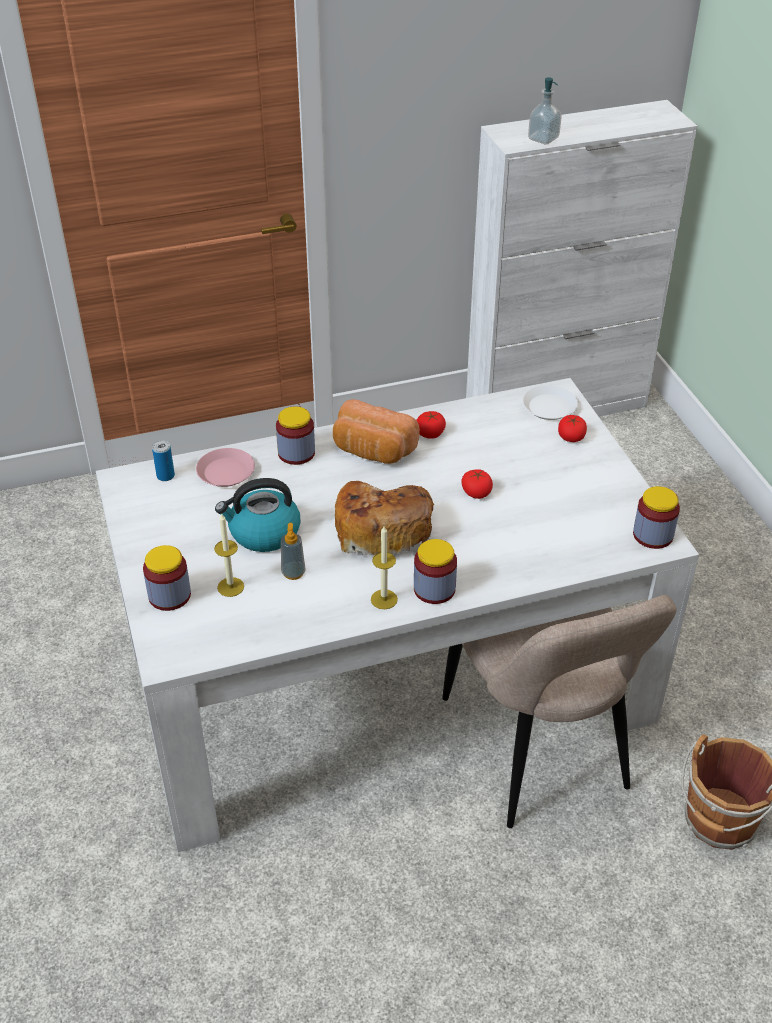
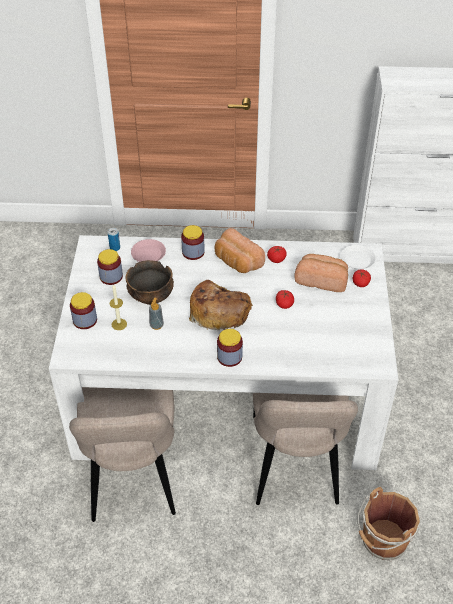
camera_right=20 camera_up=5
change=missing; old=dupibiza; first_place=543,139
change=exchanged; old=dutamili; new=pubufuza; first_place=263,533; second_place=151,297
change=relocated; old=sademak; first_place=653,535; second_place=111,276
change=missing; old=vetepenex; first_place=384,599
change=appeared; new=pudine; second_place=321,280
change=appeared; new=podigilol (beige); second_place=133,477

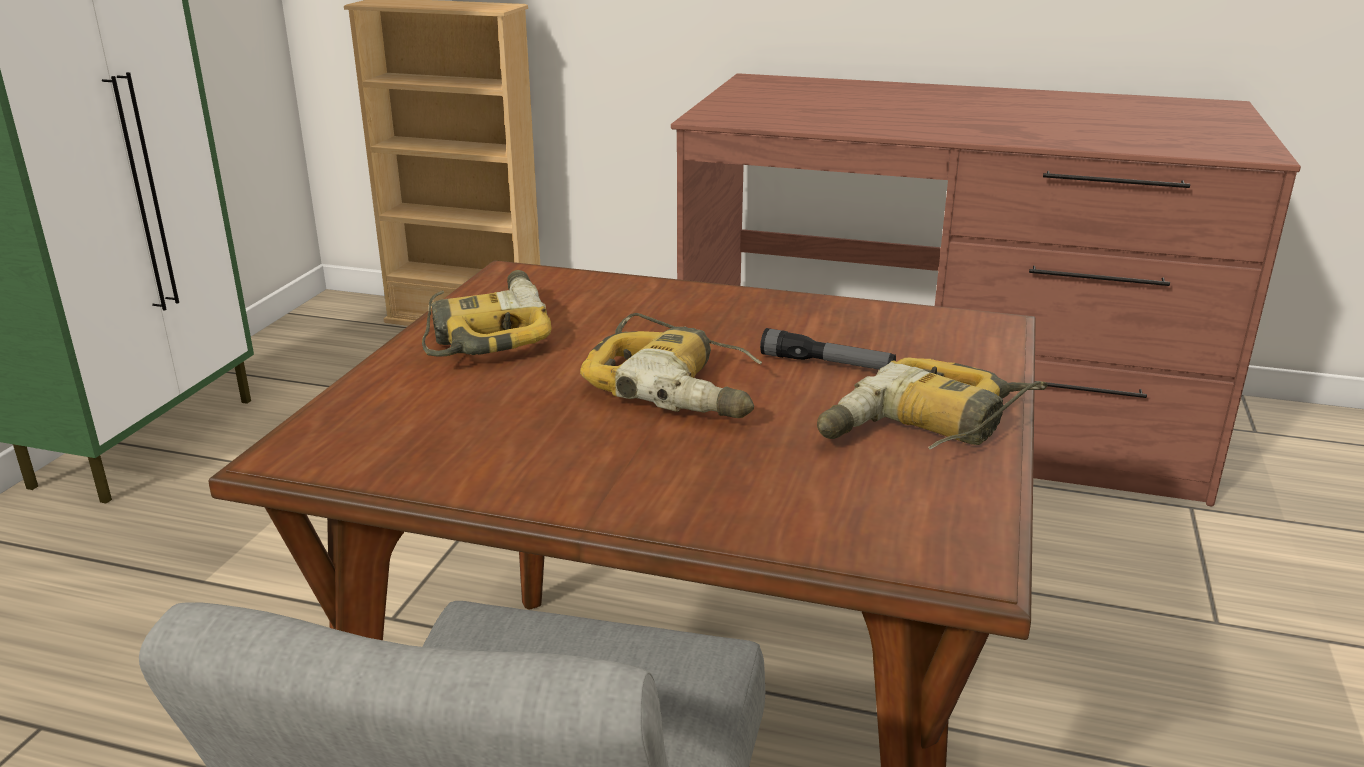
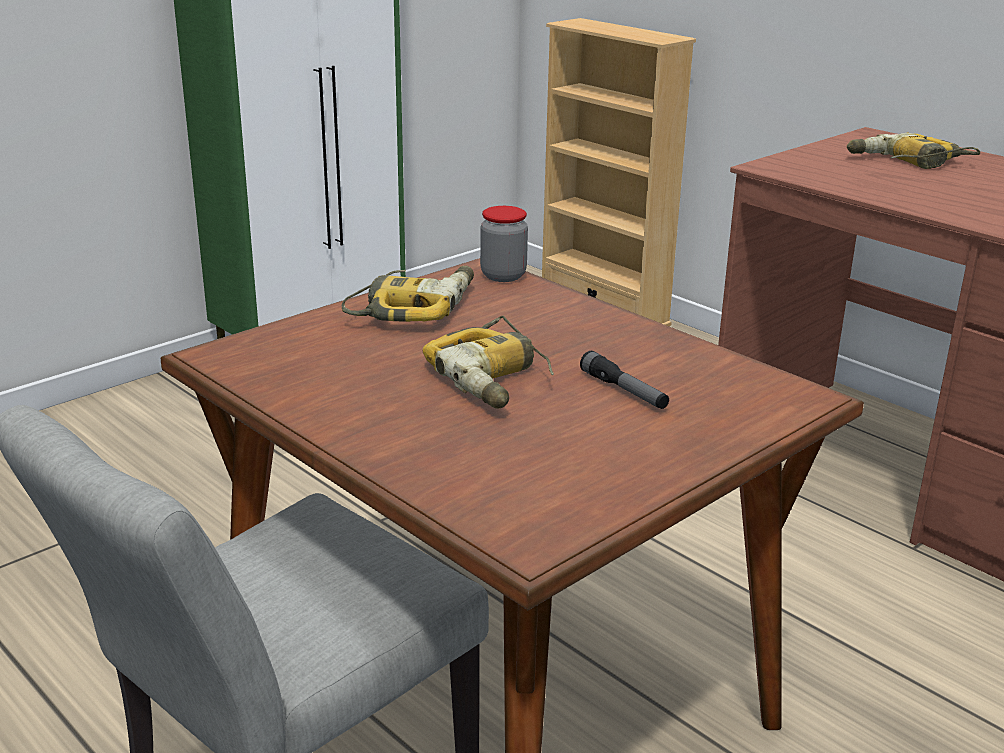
camera_right=30 camera_up=0
change=relocated; old=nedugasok; first_place=927,429; second_place=908,162
change=appeared; new=sademak; second_place=503,276

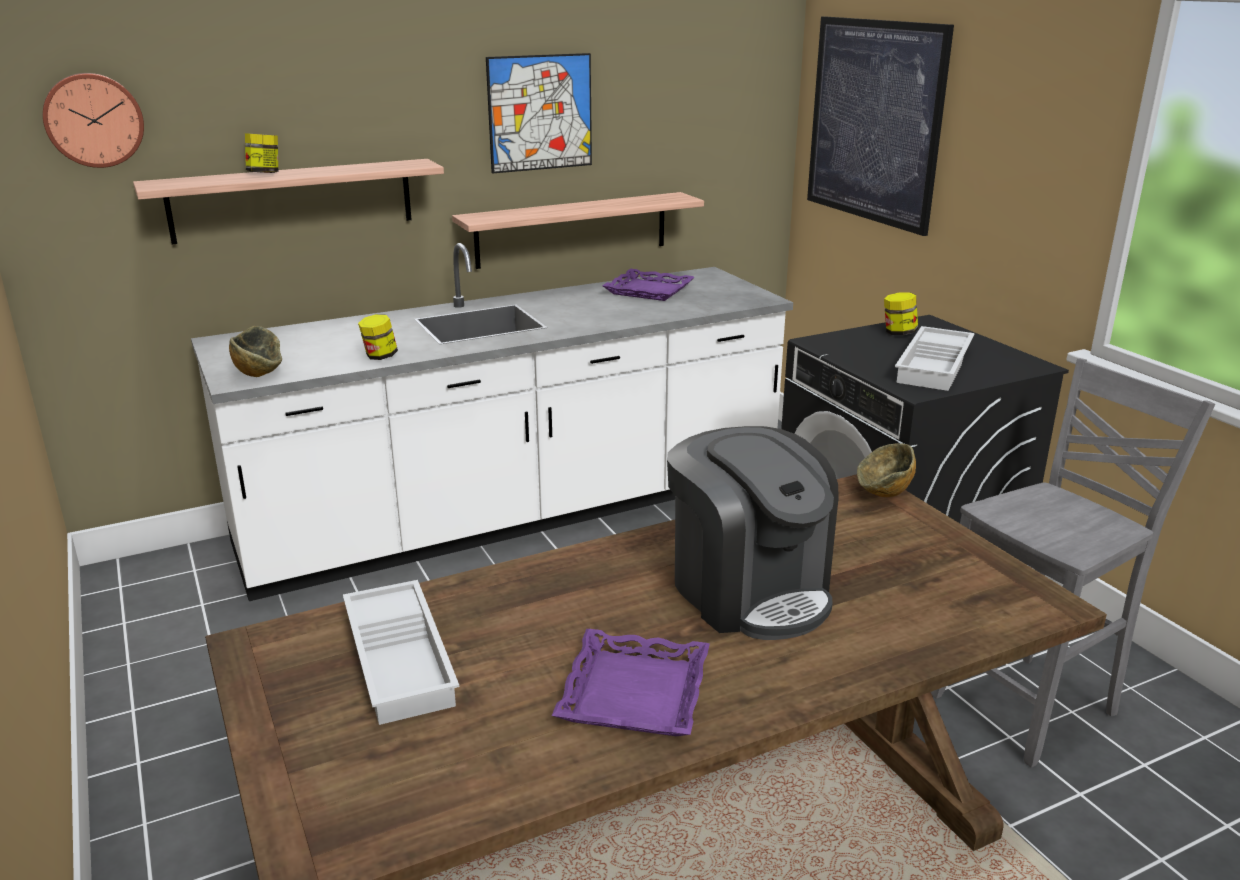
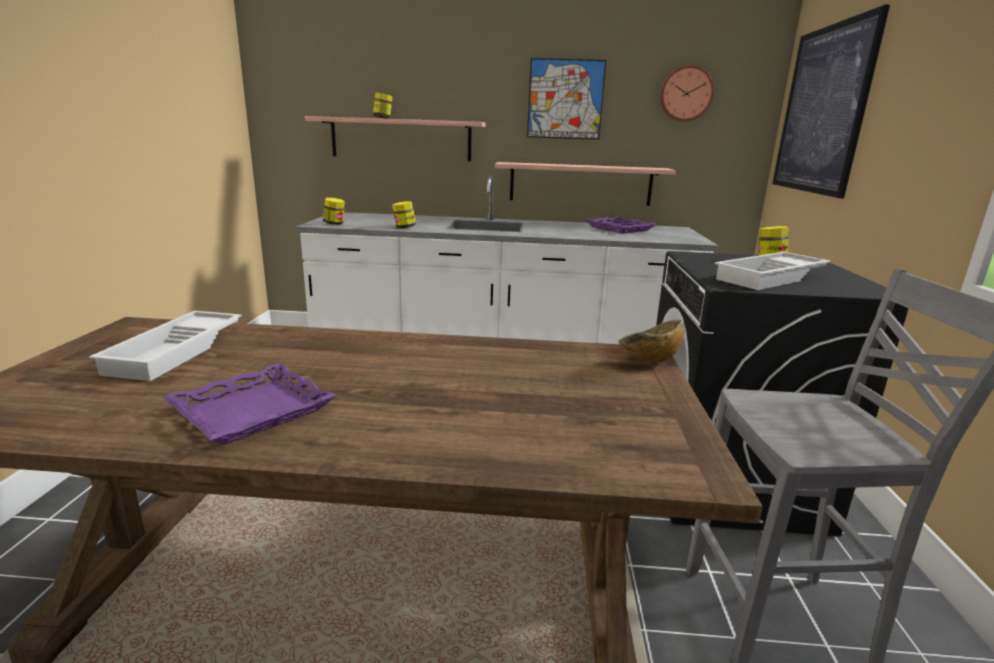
camera_right=30 camera_up=-5
change=relocated; old=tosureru; first_place=94,120; second_place=685,94
change=exchanged; old=pubufuza; new=sademak; first_place=260,373; second_place=334,224
change=missing; old=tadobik; first_place=749,590

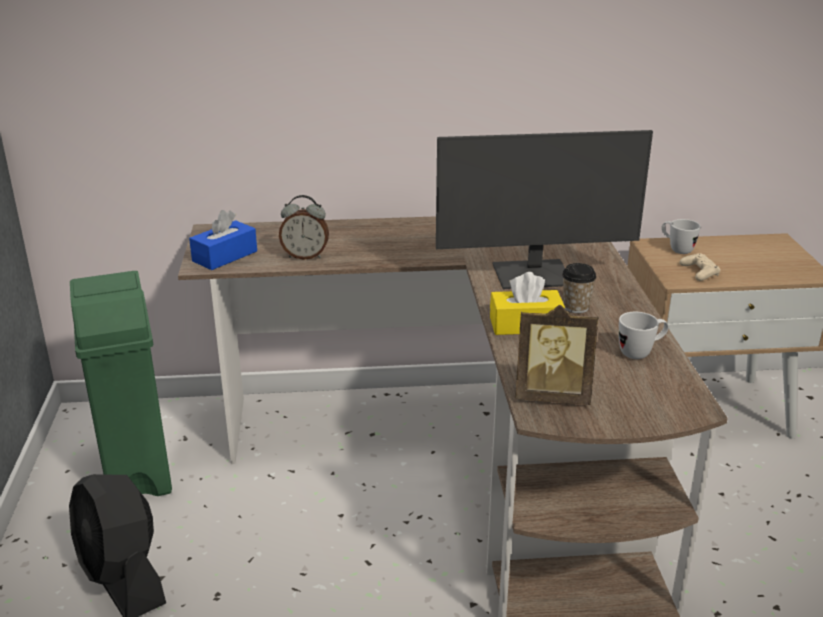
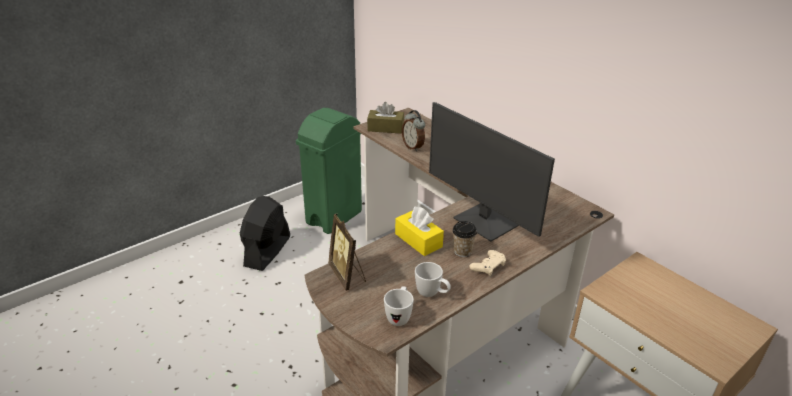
camera_right=55 camera_up=5
change=colour; old=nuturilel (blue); new=nuturilel (brown); first_place=225,256; second_place=385,128
change=relocated; old=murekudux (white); first_place=676,249; second_place=399,316
change=relocated; old=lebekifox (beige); first_place=699,272; second_place=488,266

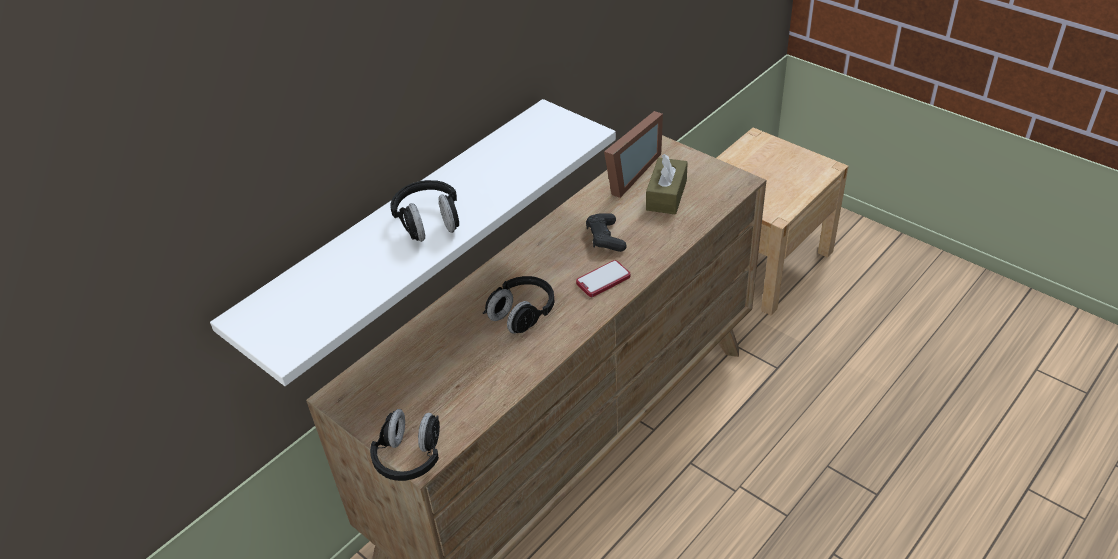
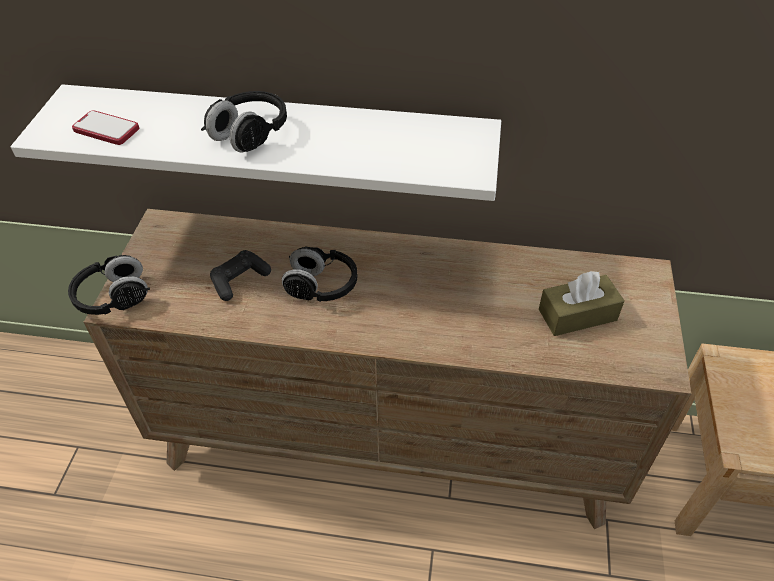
camera_right=55 camera_up=5
change=missing; old=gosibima; first_place=626,173
change=relocated; old=lebekifox (black); first_place=605,238; second_place=239,280
change=relocated; old=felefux; first_place=603,280; second_place=106,129

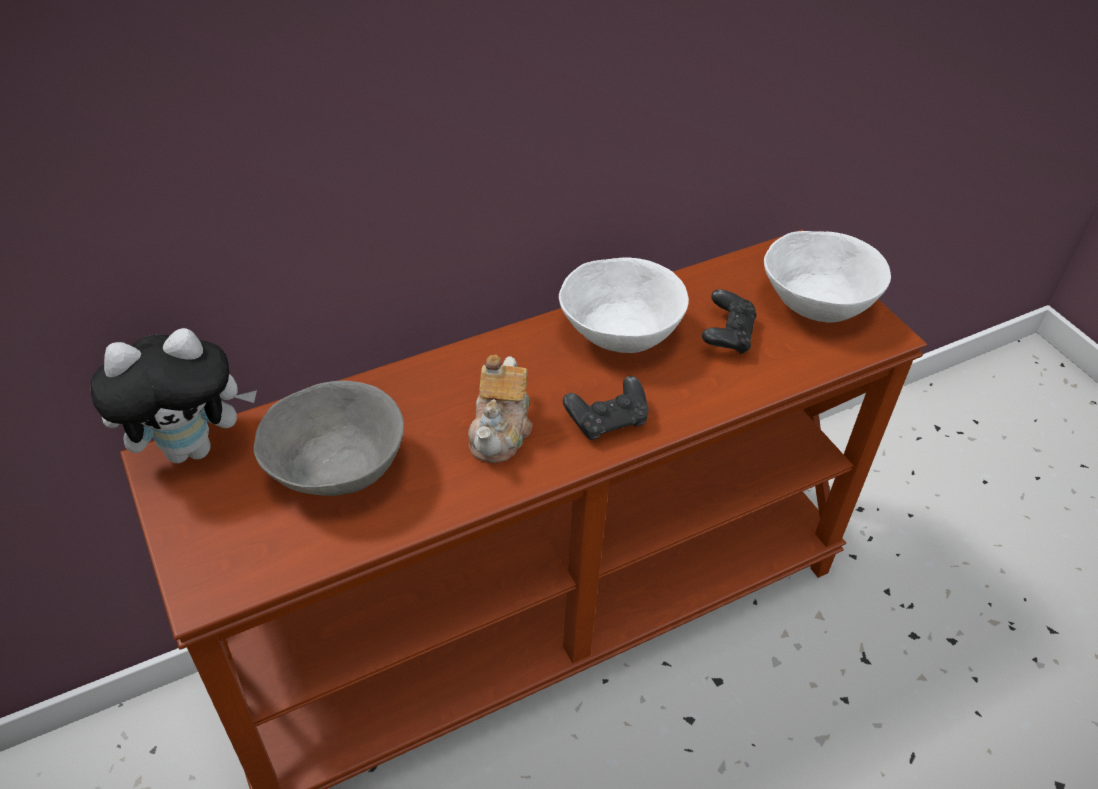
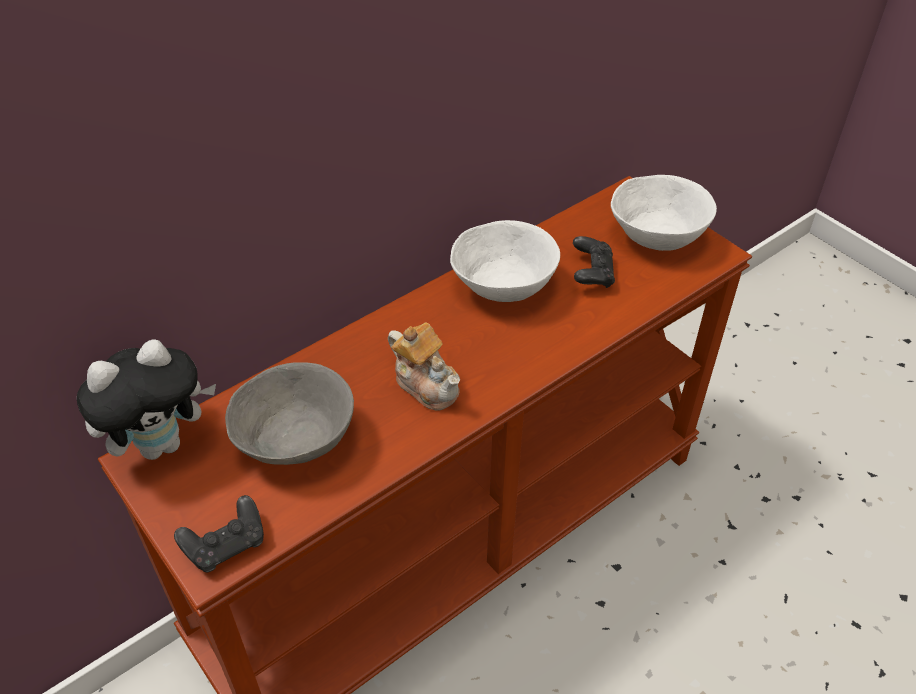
camera_right=-10 camera_up=0
change=spun; old=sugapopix; first_place=501,430; second_place=426,384; degrees=-45
change=relocated; old=lebekifox (black); first_place=607,421; second_place=226,545

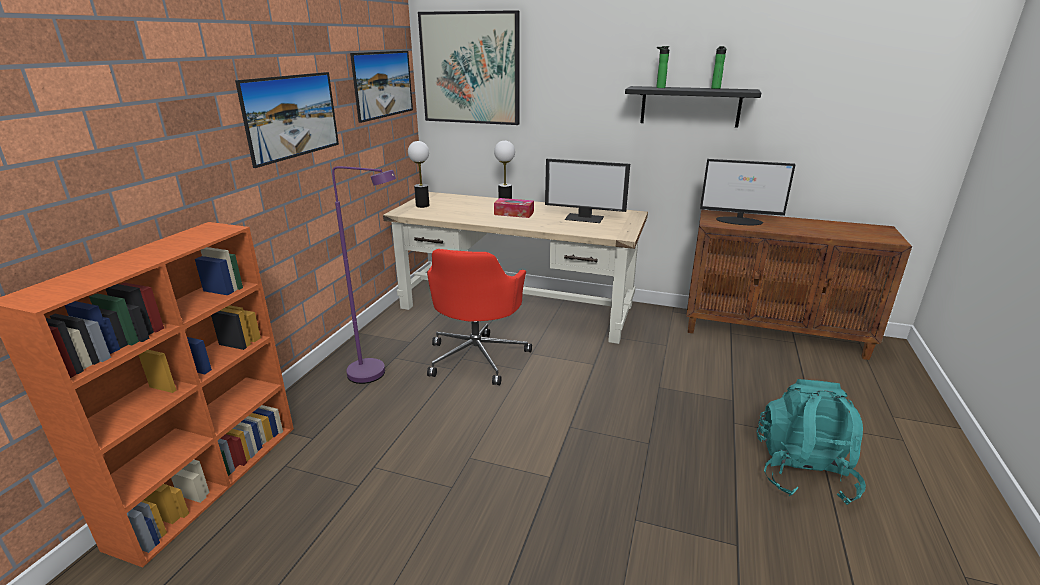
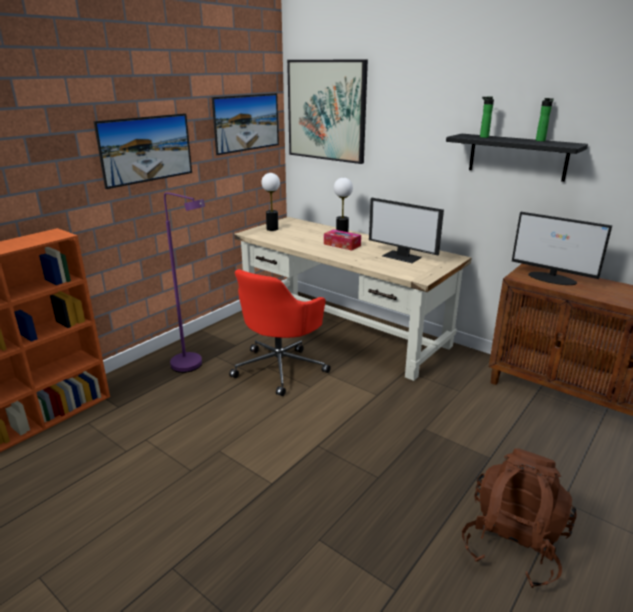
camera_right=20 camera_up=0
change=colour; old=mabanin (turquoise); new=mabanin (brown); first_place=802,472; second_place=512,544

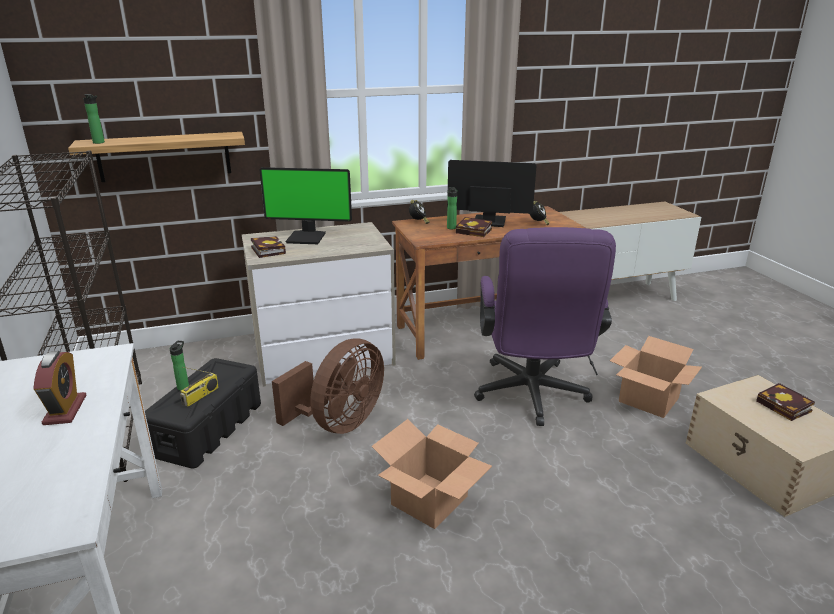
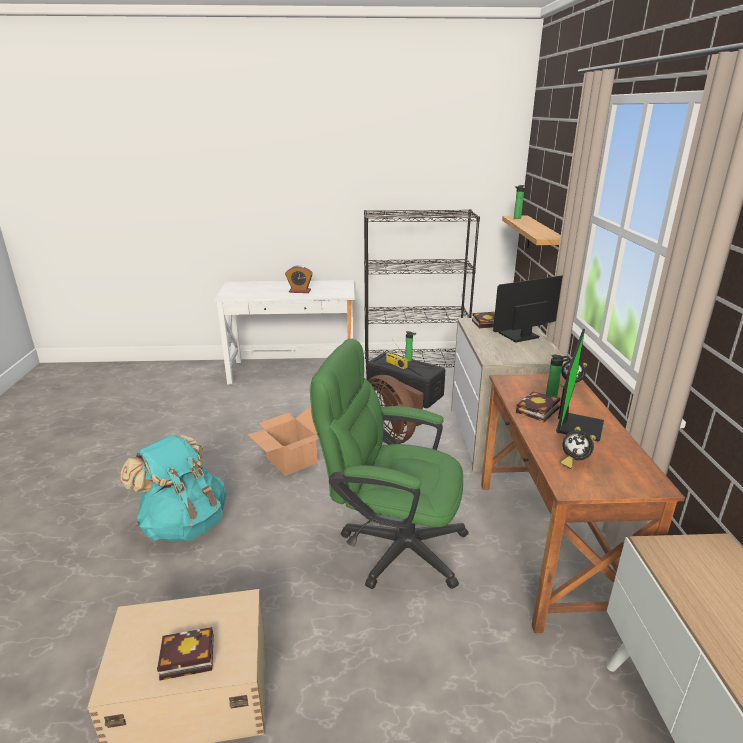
camera_right=105 camera_up=0
change=spun; old=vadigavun; first_place=307,237; second_place=519,336; degrees=45
change=colour; old=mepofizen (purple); new=mepofizen (green); first_place=532,397; second_place=392,544
change=missing; old=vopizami; first_place=649,400
change=appeared; new=mabanin (turquoise); second_place=184,523

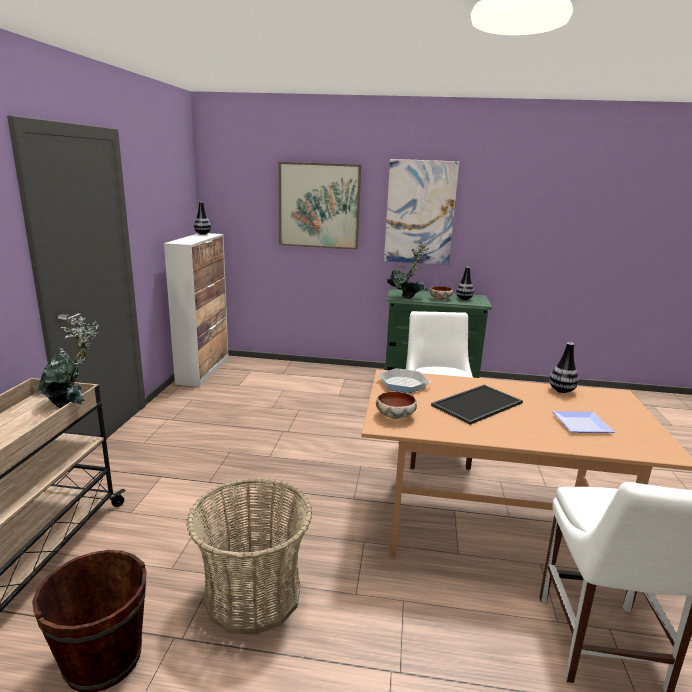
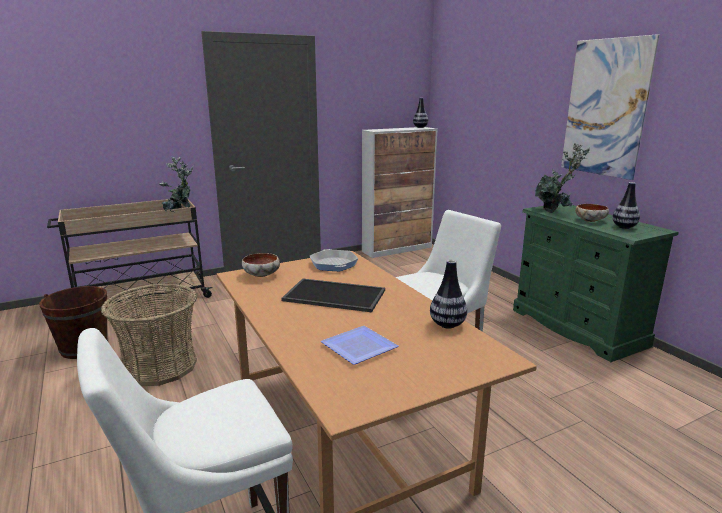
camera_right=55 camera_up=0
change=missing; old=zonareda; first_place=319,206

